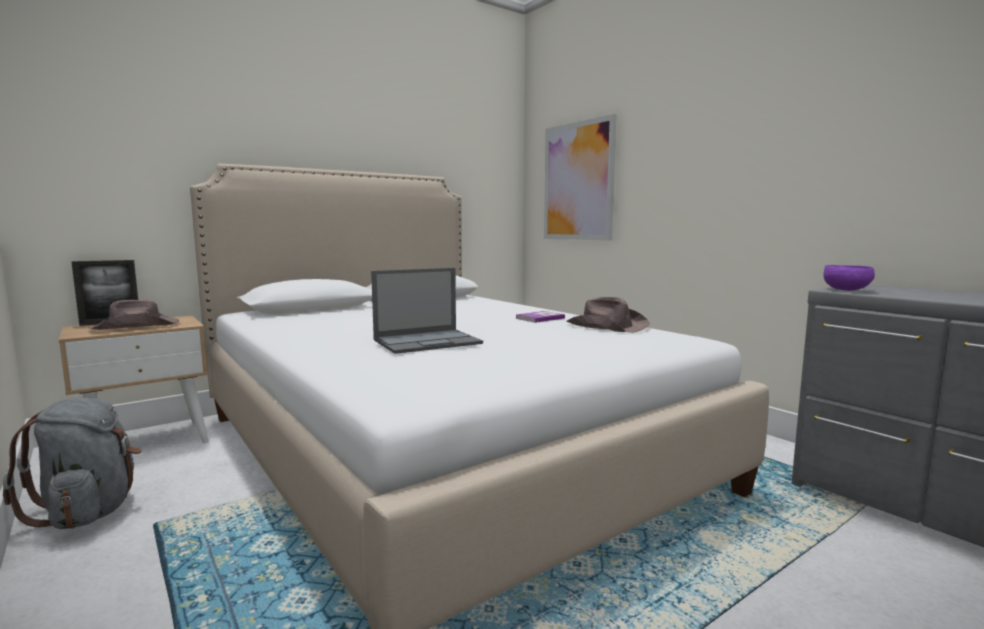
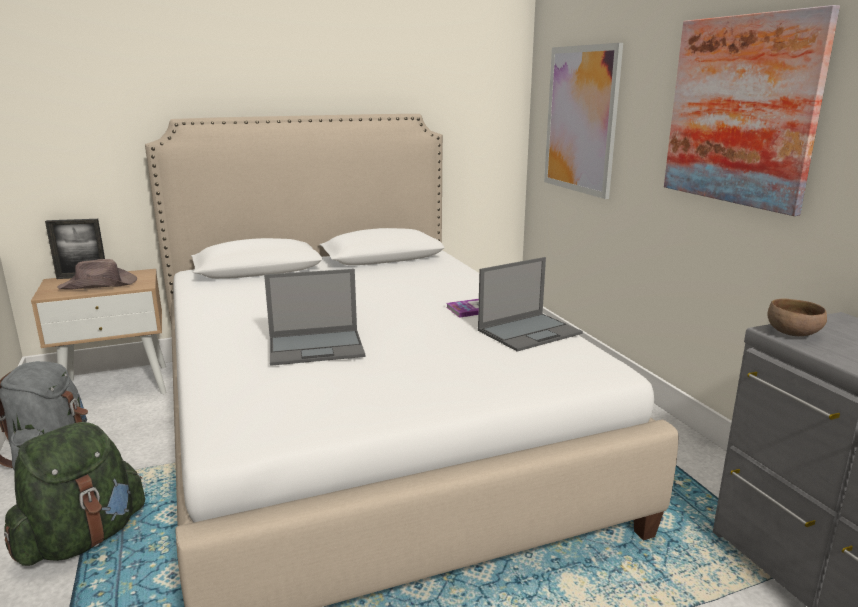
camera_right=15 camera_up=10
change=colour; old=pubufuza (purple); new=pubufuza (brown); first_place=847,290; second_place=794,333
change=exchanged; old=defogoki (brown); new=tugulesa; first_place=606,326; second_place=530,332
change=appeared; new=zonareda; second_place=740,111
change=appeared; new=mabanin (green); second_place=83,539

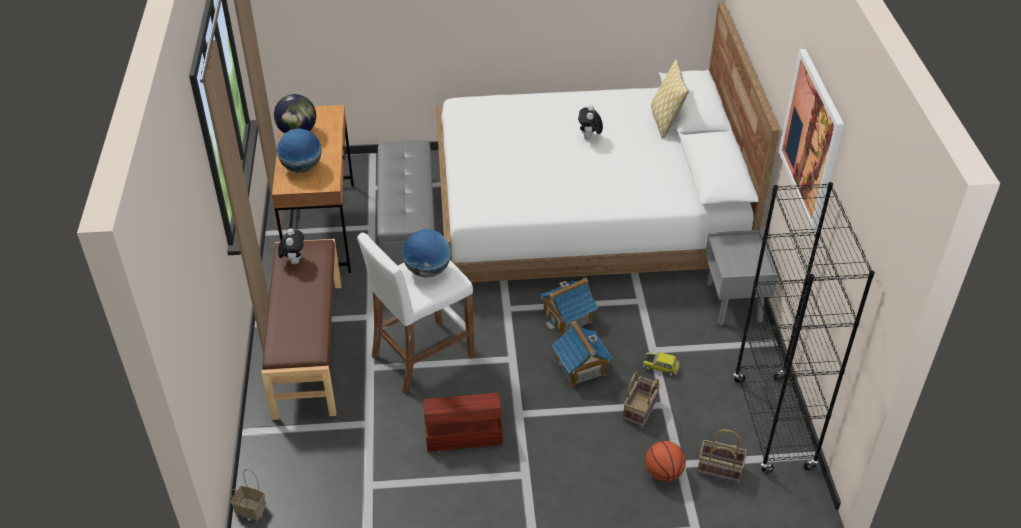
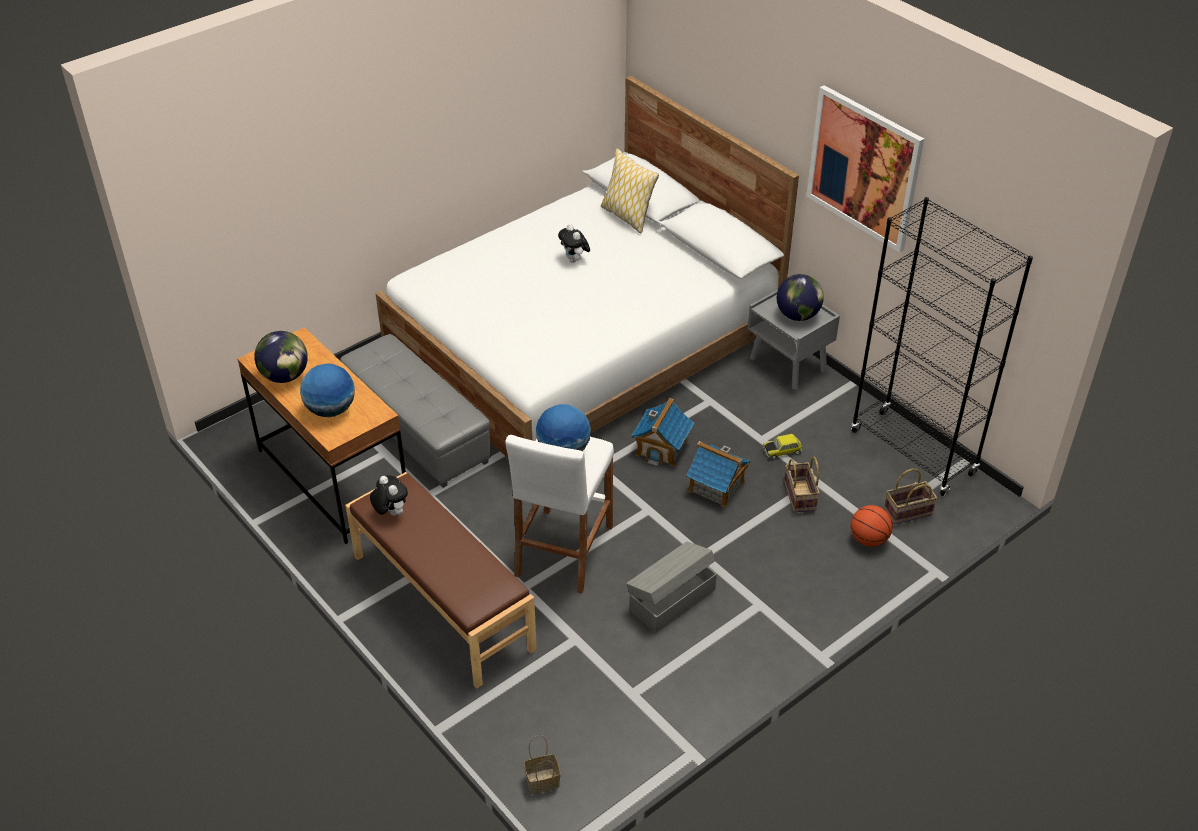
camera_right=-35 camera_up=0
change=colour; old=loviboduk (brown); new=loviboduk (grey); first_place=462,433; second_place=670,600
change=appeared; new=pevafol; second_place=797,315

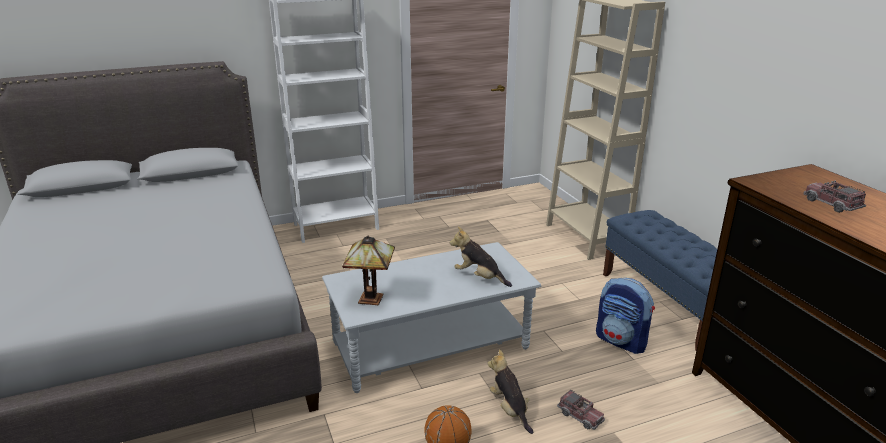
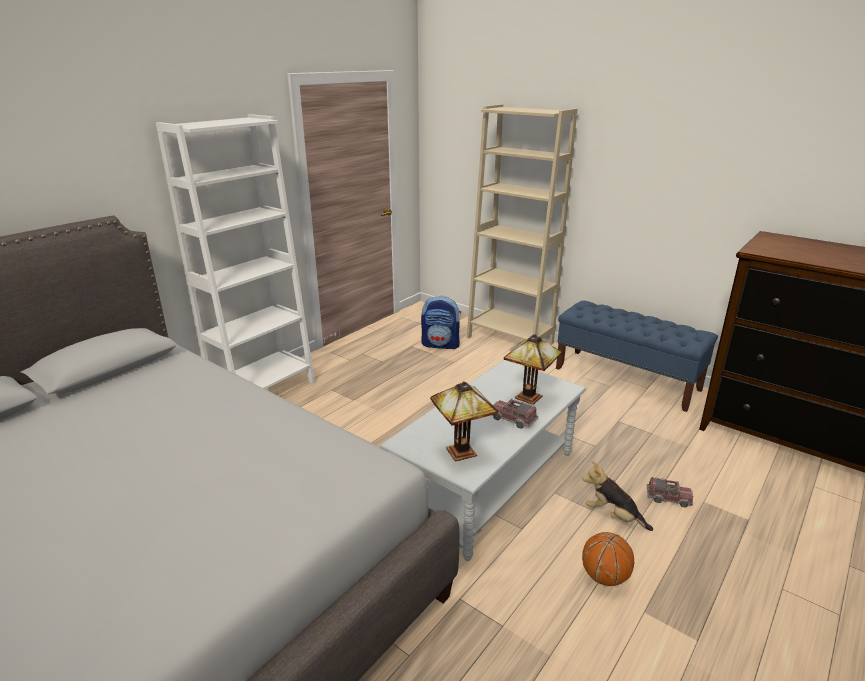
camera_right=-30 camera_up=0
change=relocated; old=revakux; first_place=832,204; second_place=513,419
change=exchanged; old=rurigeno; new=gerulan; first_place=479,277; second_place=531,397
change=relocated; old=mabanin; first_place=622,341; second_place=441,344

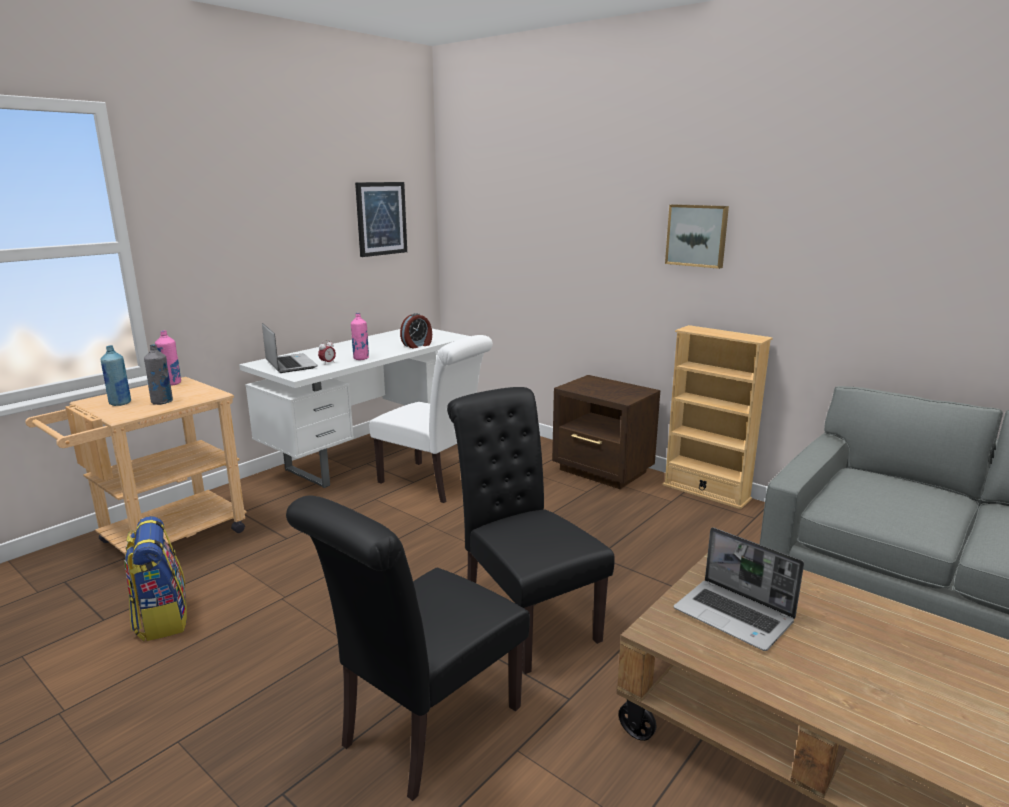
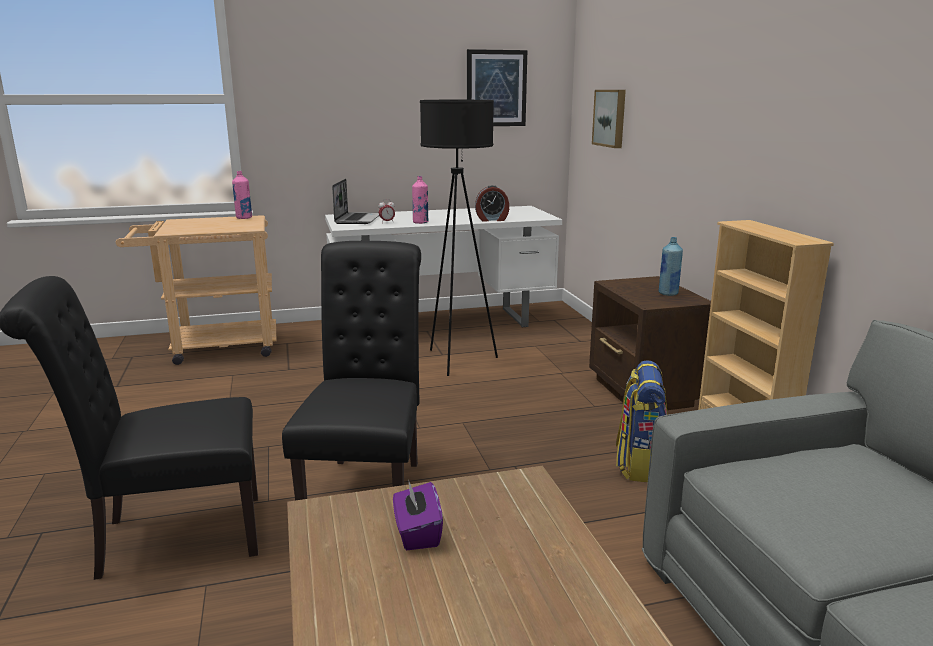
camera_right=35 camera_up=0
change=relocated; old=zonareda; first_place=697,235; second_place=610,118
change=exchanged; old=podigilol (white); new=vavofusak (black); first_place=434,483; second_place=458,360
change=missing; old=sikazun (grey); first_place=162,402
change=relocated; old=sikazun (blue); first_place=120,403; second_place=668,293
change=relocated; old=mabanin; first_place=161,618; second_place=640,464
change=exchanged; old=tugulesa; new=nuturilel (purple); first_place=735,616; second_place=417,533

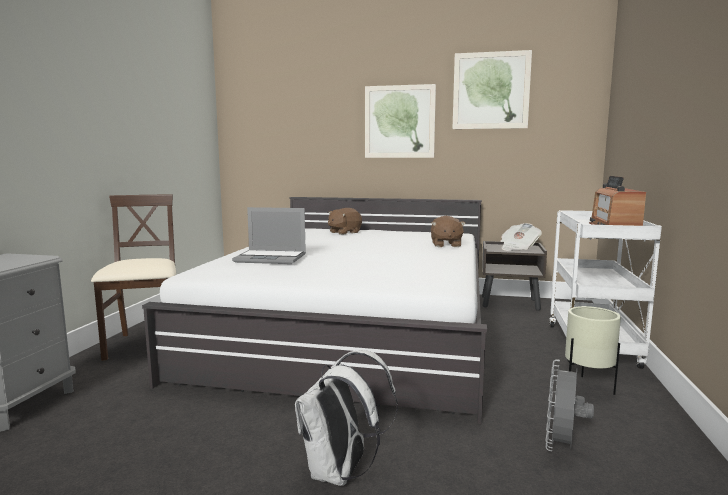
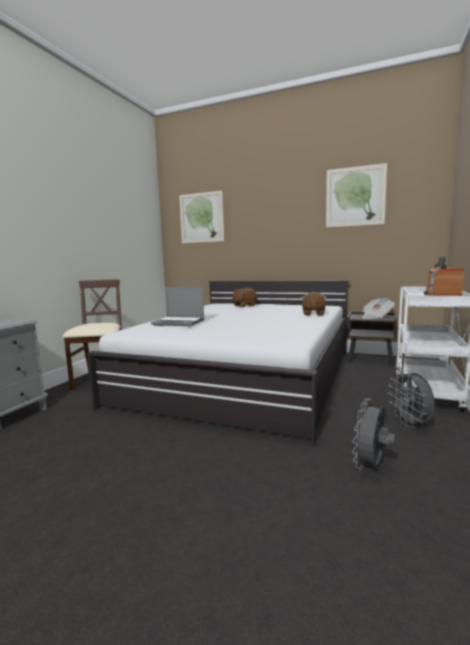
camera_right=10 camera_up=0
change=relocated; old=zonareda; first_place=399,122; second_place=201,217
change=exchanged; old=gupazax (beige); new=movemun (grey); first_place=588,387; second_place=411,423
change=missing; old=mabanin (white); first_place=341,473

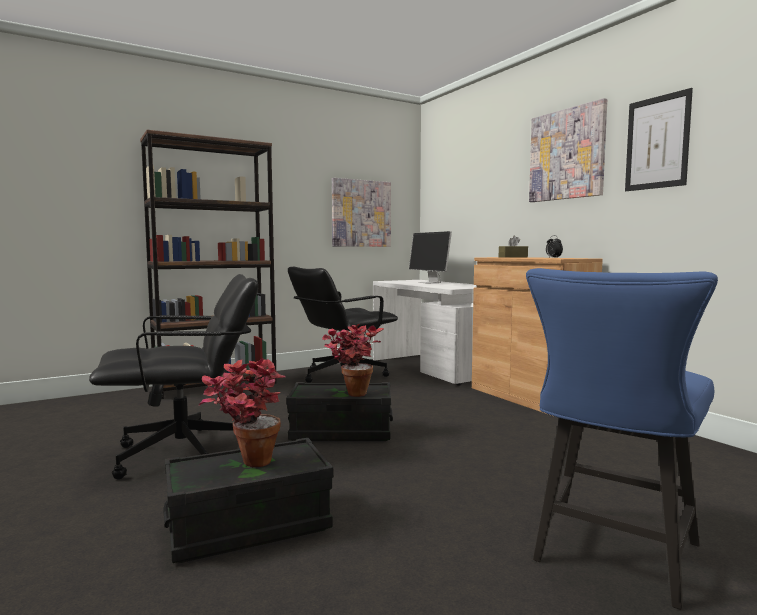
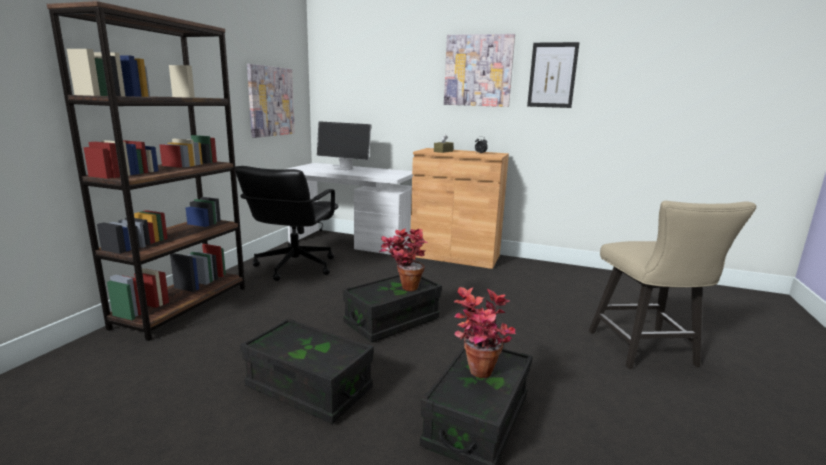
camera_right=-40 camera_up=10
change=colour; old=podigilol (blue); new=podigilol (beige); first_place=612,557; second_place=646,352
change=exchanged; old=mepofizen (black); new=loviboduk (black); first_place=185,454; second_place=309,388

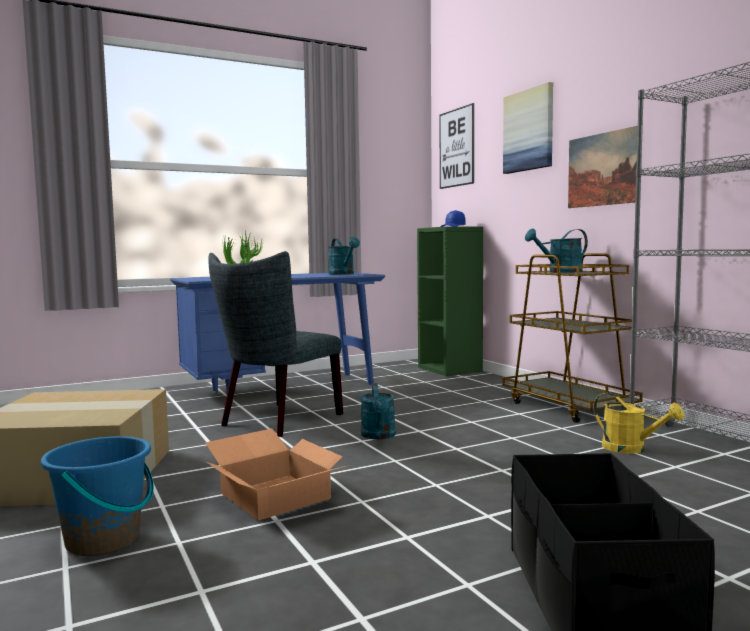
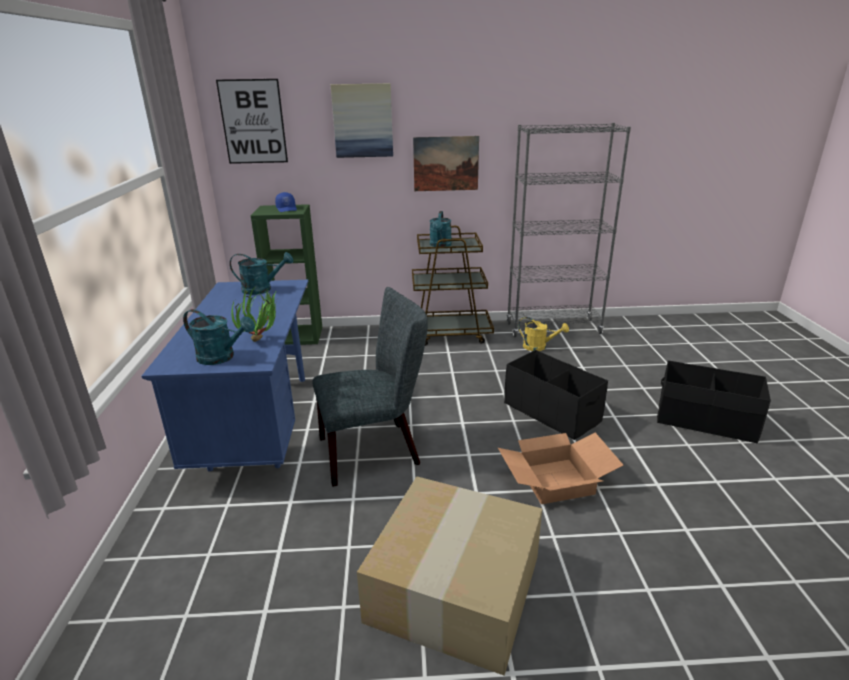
camera_right=-65 camera_up=20
change=spun; old=podigilol (grey); first_place=276,421; second_place=375,450; degrees=-75
change=relocated; old=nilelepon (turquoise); first_place=379,436; second_place=222,357
change=spun; old=nilelepon (yellow); first_place=631,449; second_place=539,347; degrees=45
change=missing; old=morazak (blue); first_place=103,540
change=appeared; new=loviboduk (black); second_place=552,412

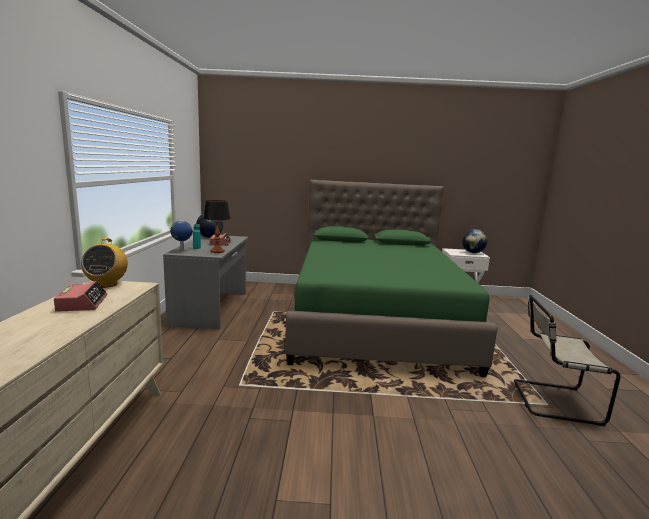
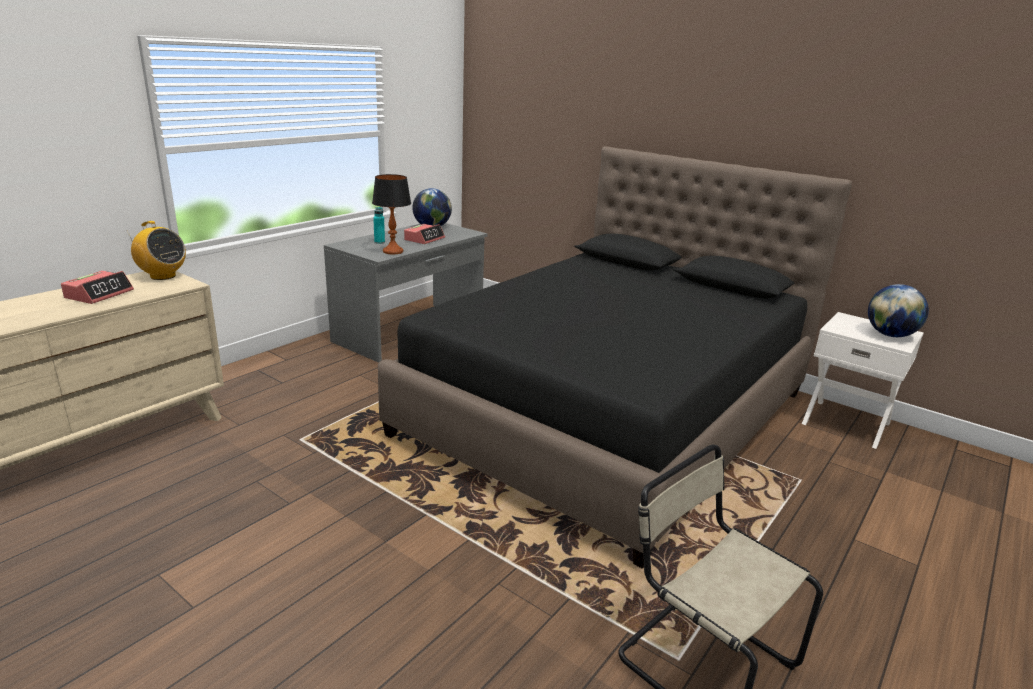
camera_right=35 camera_up=10
change=colour; old=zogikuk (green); new=zogikuk (black); first_place=375,320; second_place=609,414
change=missing; old=pevafol; first_place=182,250
change=spun; old=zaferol; first_place=106,284; second_place=162,276; degrees=-90

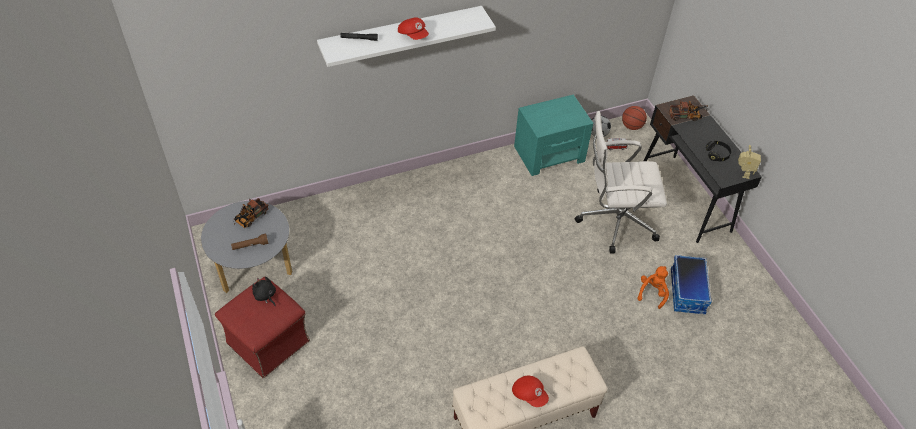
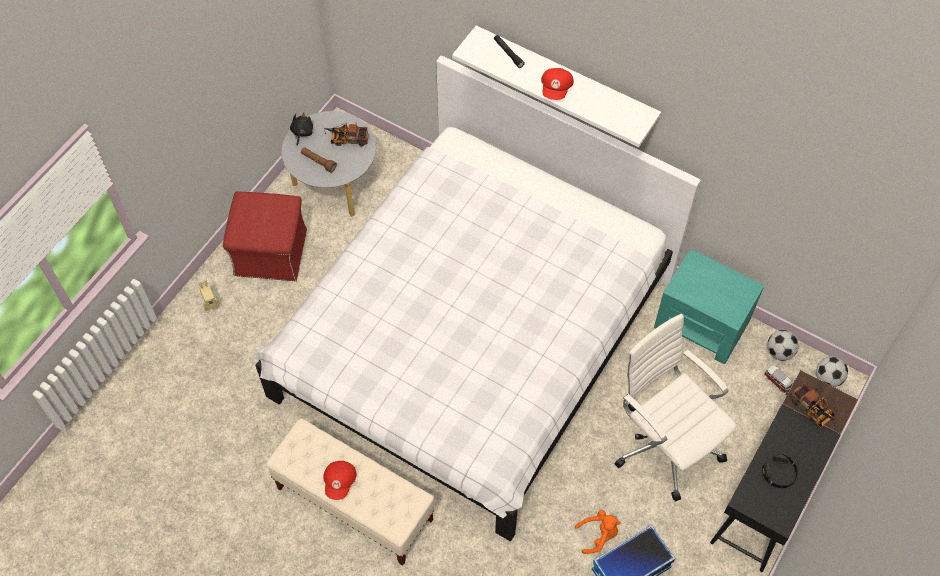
camera_right=55 camera_up=10
change=exchanged; old=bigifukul; new=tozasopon; first_place=632,126; second_place=827,378
change=relocated; old=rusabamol; first_place=743,173; second_place=211,305
change=relocated; old=rurigeno (black); first_place=265,296; second_place=302,132
change=appeared; new=zogikuk (white); second_place=472,338

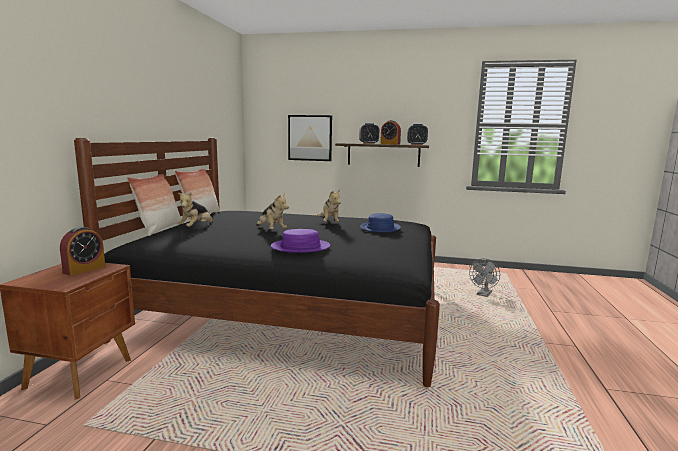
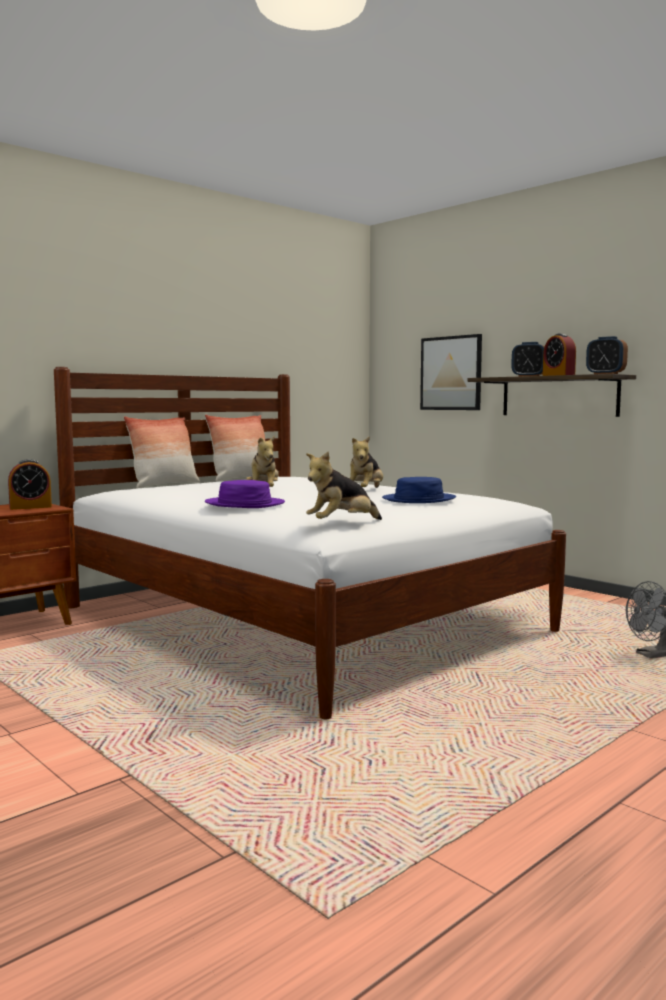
camera_right=35 camera_up=-5
change=colour; old=zogikuk (black); new=zogikuk (white); first_place=292,311; second_place=299,619
change=relocated; old=rurigeno; first_place=196,227; second_place=342,524

